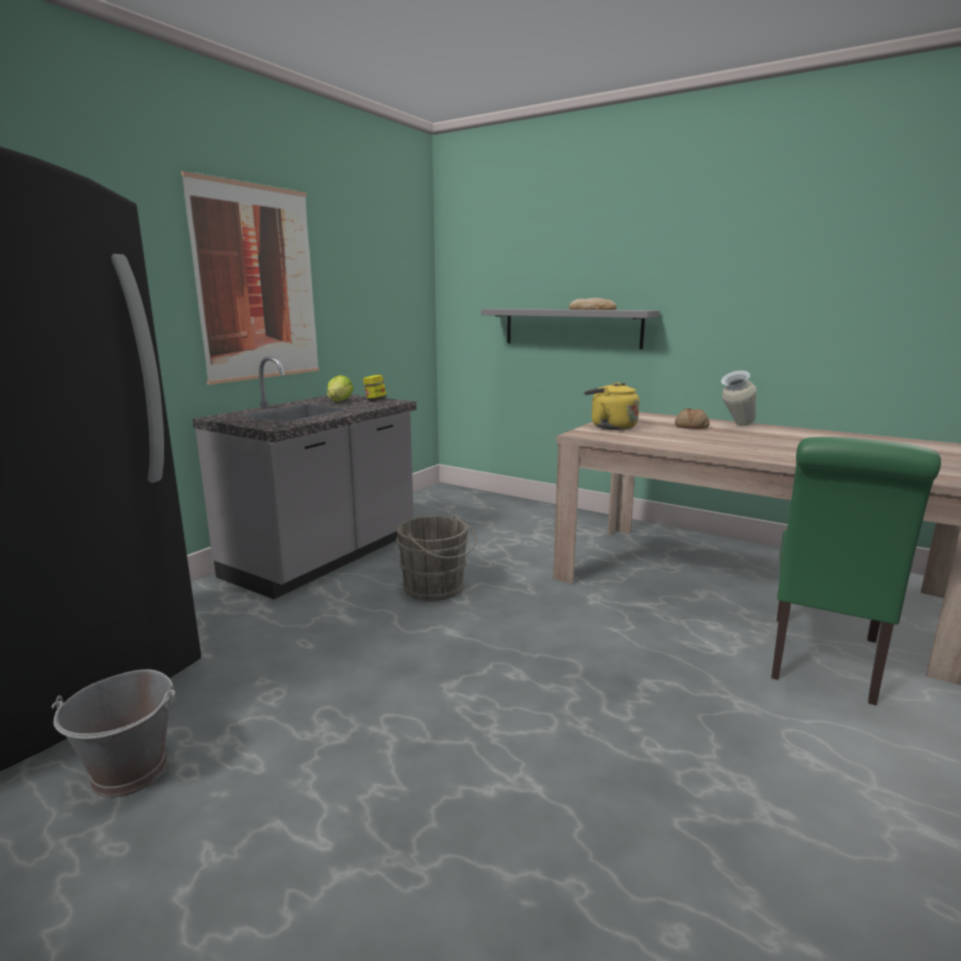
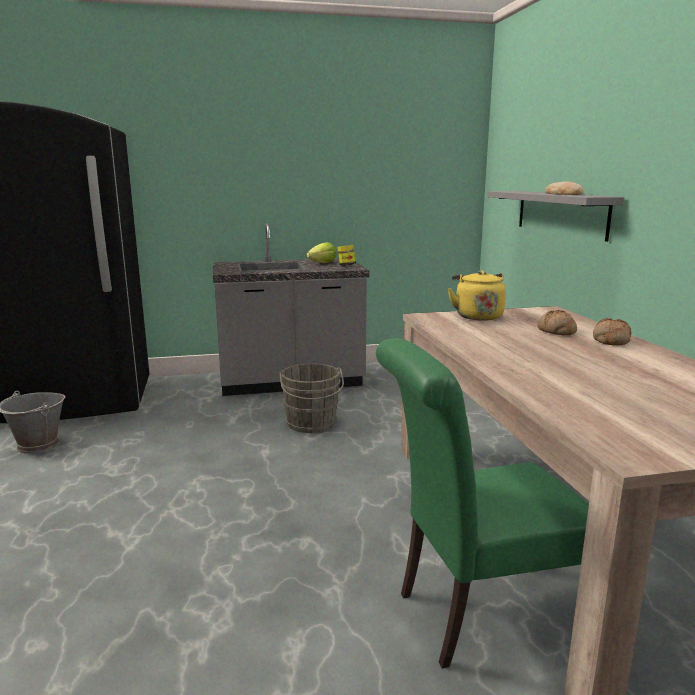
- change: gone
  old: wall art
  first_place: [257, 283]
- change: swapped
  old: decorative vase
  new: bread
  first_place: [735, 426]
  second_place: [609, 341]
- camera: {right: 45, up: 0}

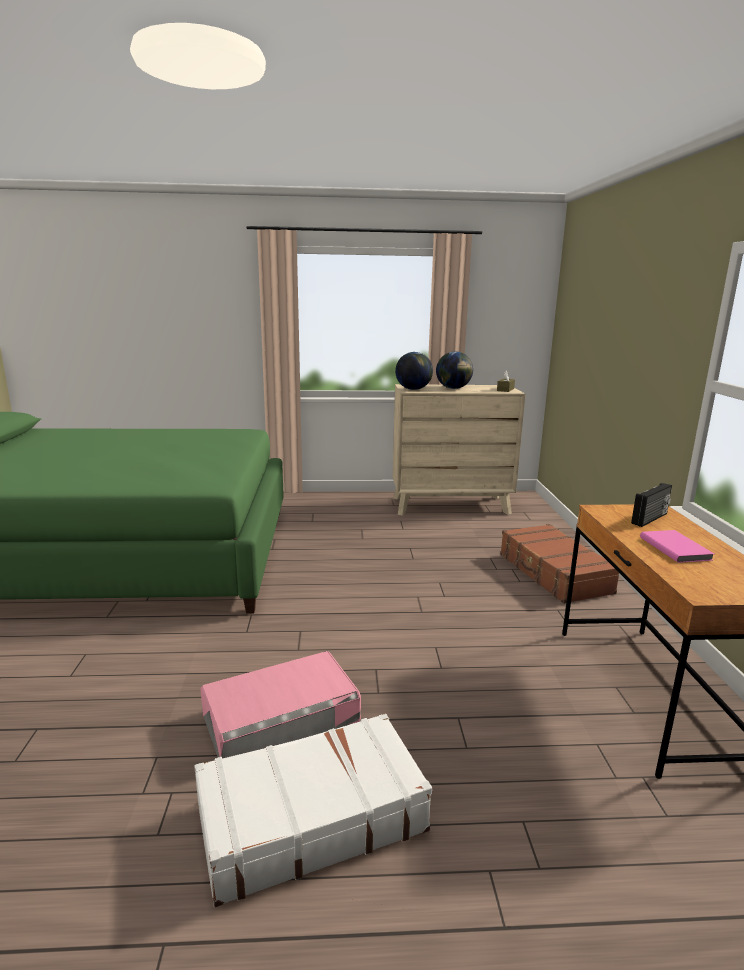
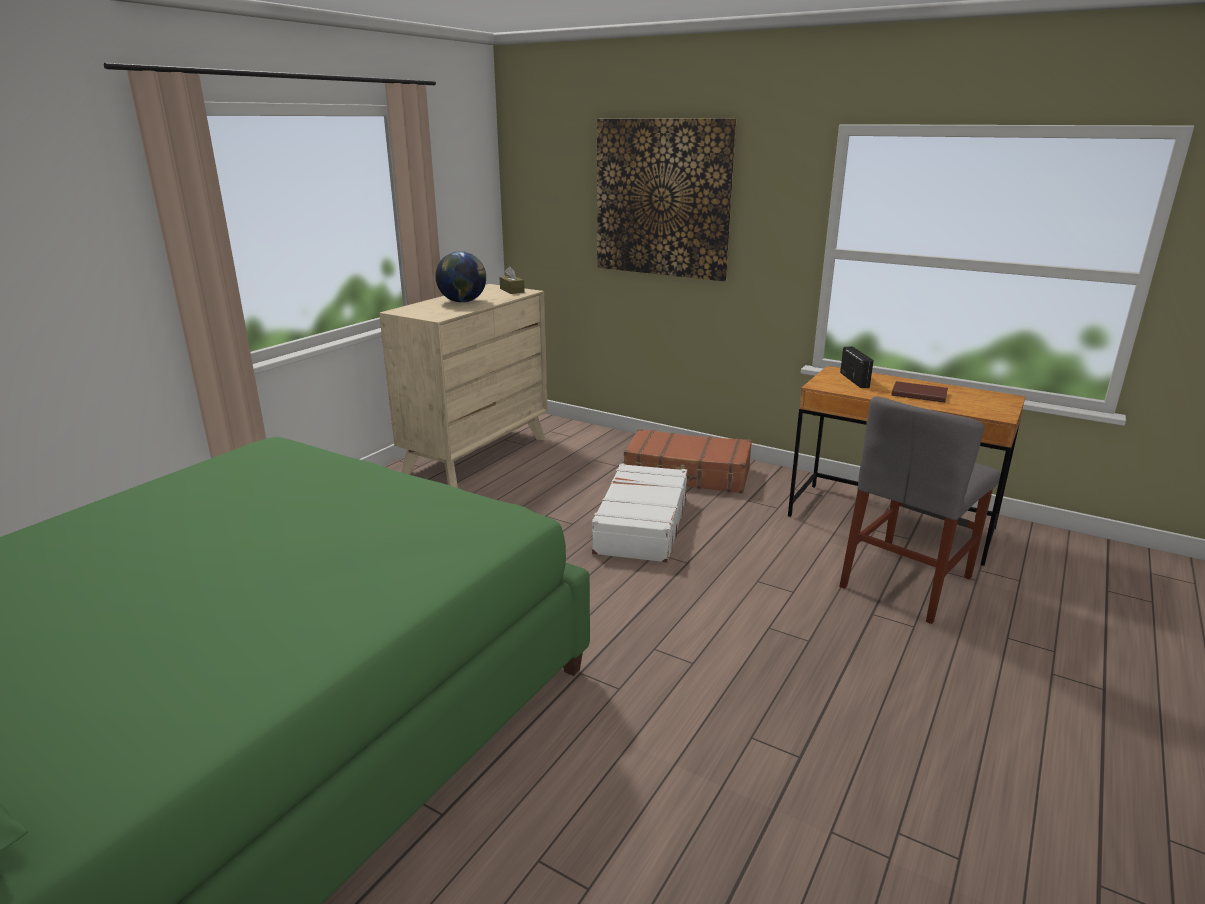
- change: shifted
  old: whitish suitcase
  first_place: [310, 818]
  second_place: [640, 525]
- change: gone
  old: pinkish storage box
  first_place: [281, 719]
- change: gone
  old: desk globe
  first_place: [413, 389]
- change: repainted
  old: pinkish volume
  new: brown-coloured volume
  first_place: [675, 548]
  second_place: [918, 394]
- change: new
  new: wall art
  second_place: [662, 198]
- change: new
  new: gray plain chair
  second_place: [906, 582]
- camera: {right: -55, up: 5}

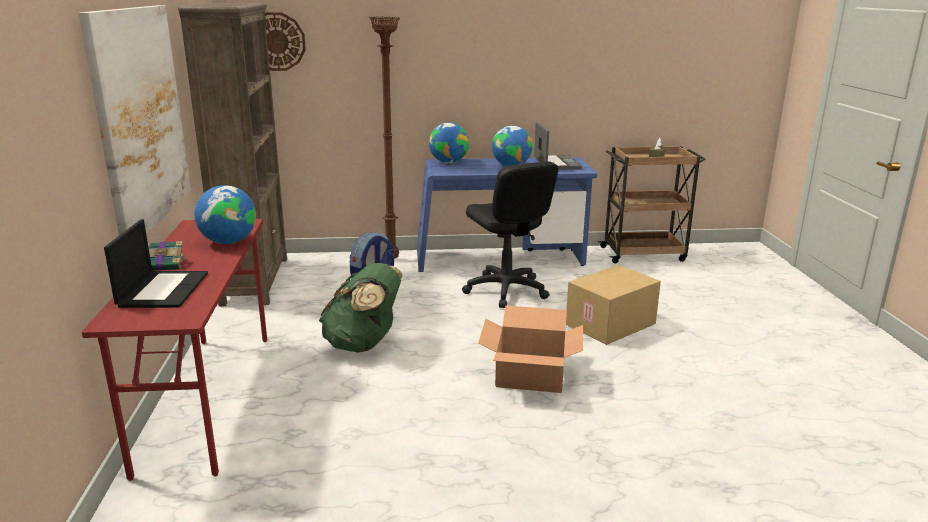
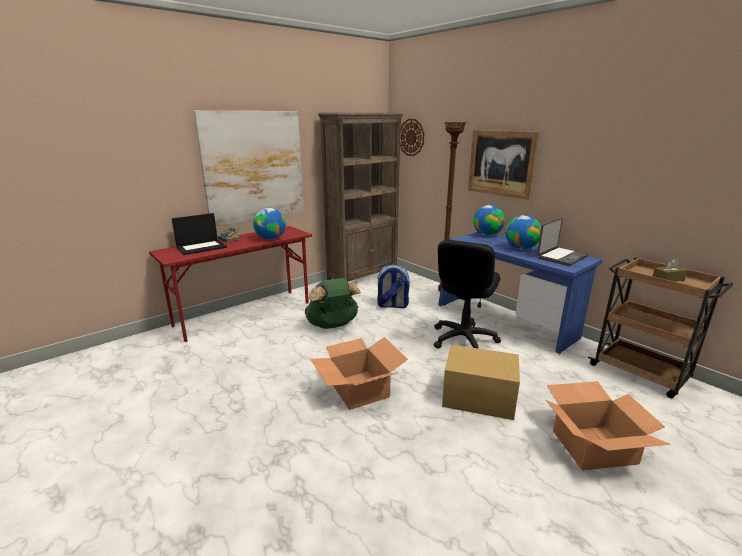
- change: new
  new: wall art
  second_place: [501, 163]
- change: new
  new: packing box
  second_place: [593, 446]
- camera: {right: 55, up: 0}

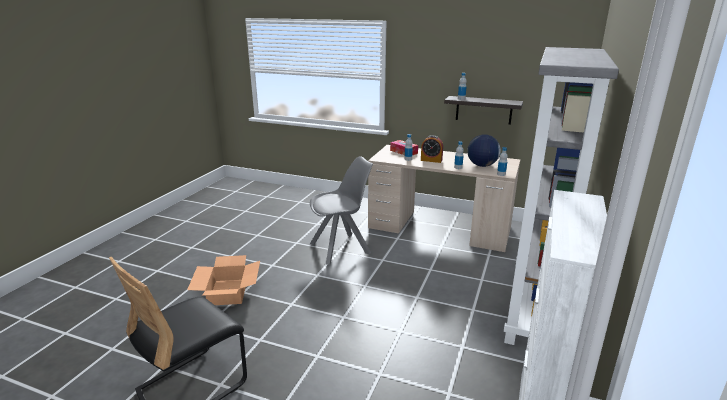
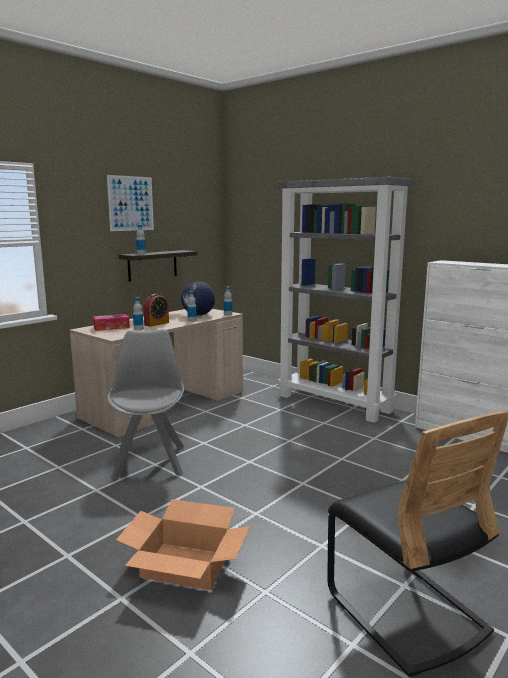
- change: new
  new: wall art
  second_place: [131, 203]
- camera: {right: -70, up: -10}

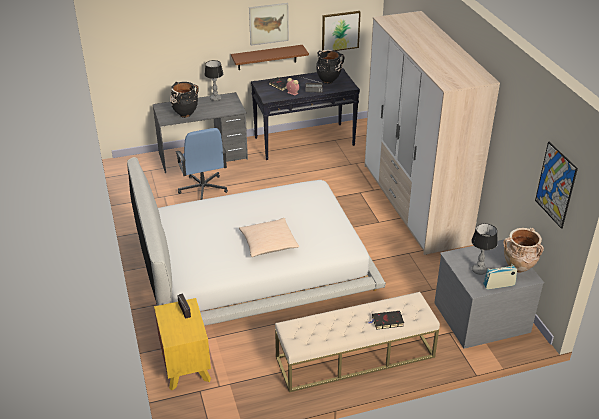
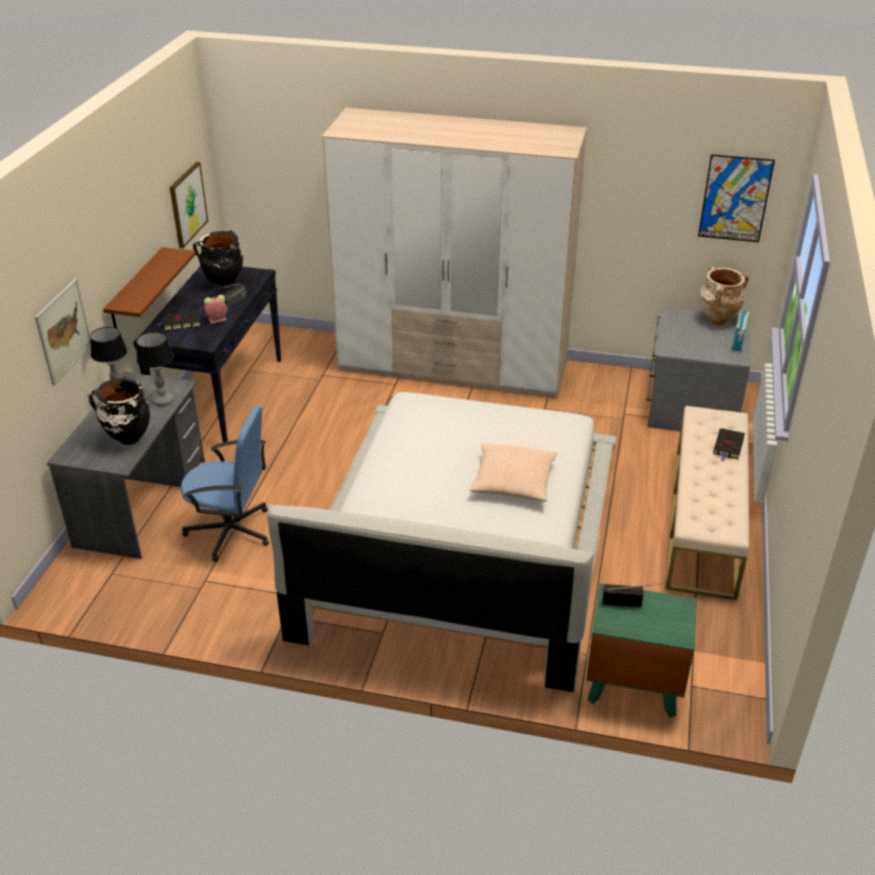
- change: repainted
  old: yellow-coloured bedside table
  new: greenish bedside table
  first_place: [185, 366]
  second_place: [633, 685]
- change: shifted
  old: wall art
  first_place: [269, 24]
  second_place: [63, 331]
- change: shifted
  old: table lamp
  first_place: [479, 270]
  second_place: [163, 401]
- camera: {right: -60, up: 0}

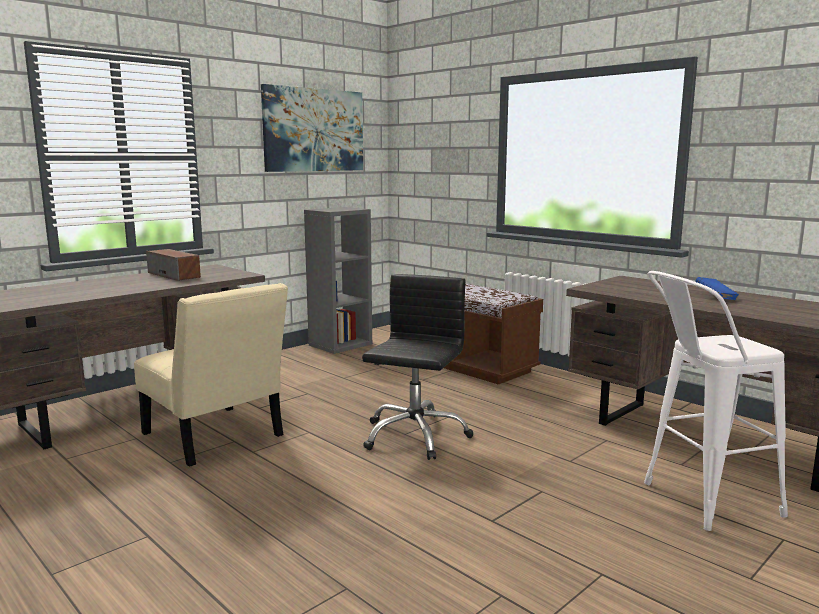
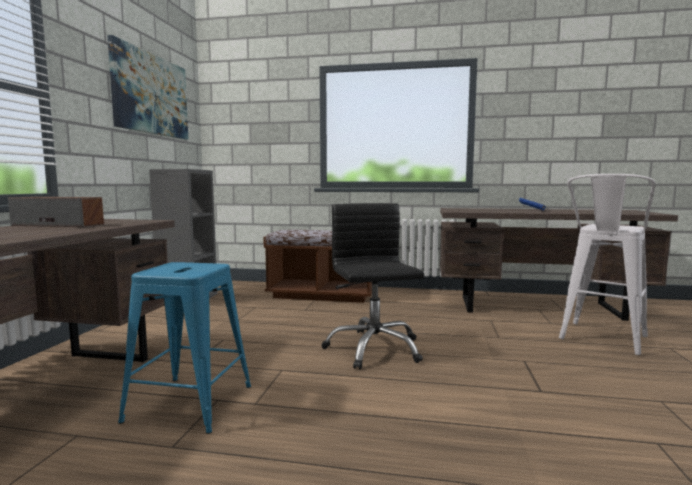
- change: swapped
  old: sand-coloured plain chair
  new: blue stool
  first_place: [216, 438]
  second_place: [189, 403]
- camera: {right: -35, up: -5}

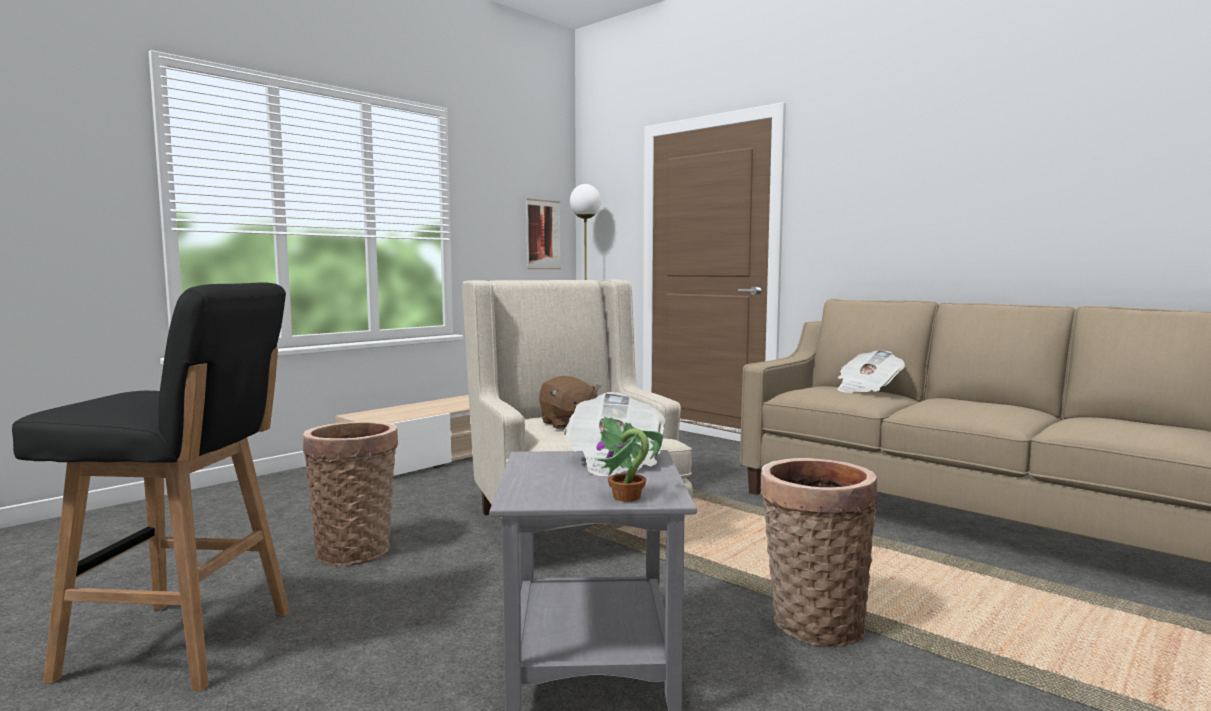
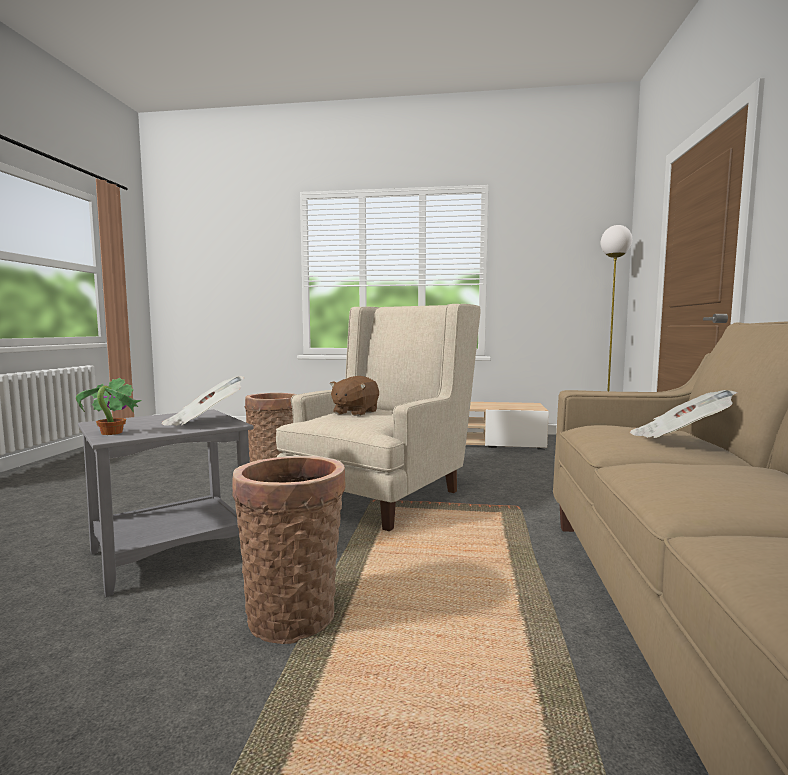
- change: gone
  old: black stool
  first_place: [183, 644]
- change: gone
  old: wall art
  first_place: [543, 234]
- camera: {right: 55, up: 0}

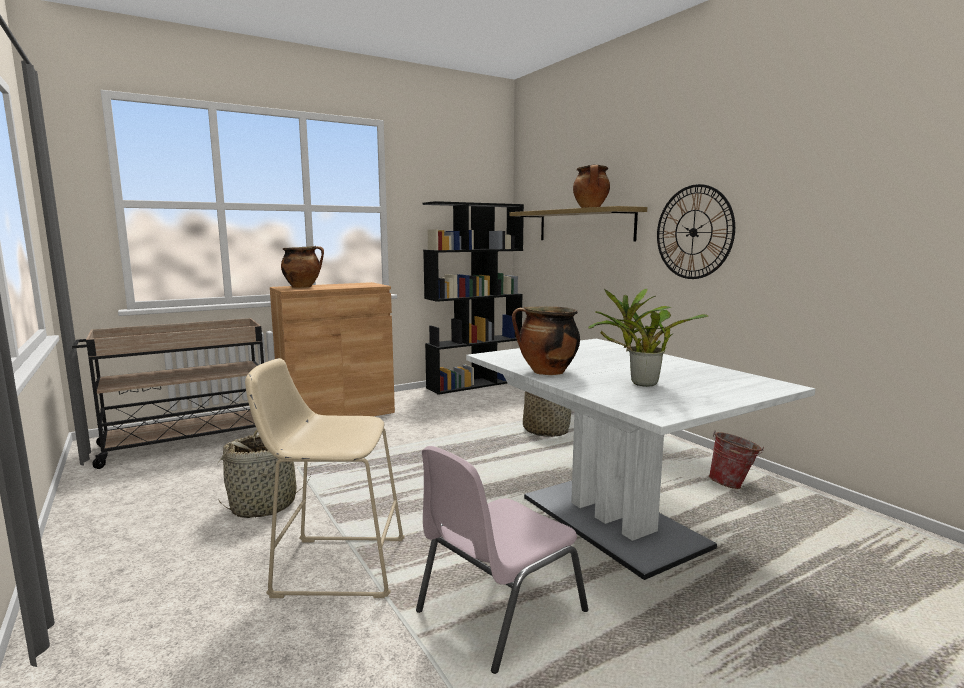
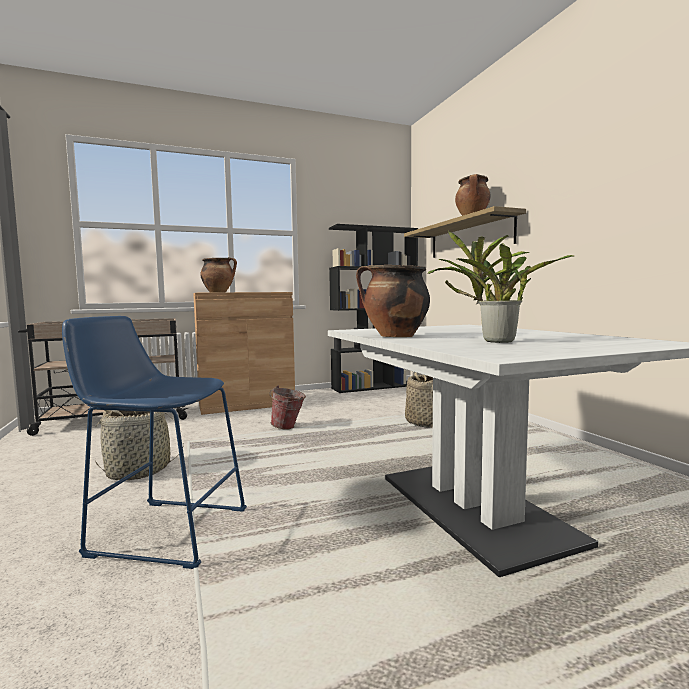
- change: repainted
  old: sand-coloured stool
  new: blue stool
  first_place: [333, 566]
  second_place: [163, 531]
- change: gone
  old: pinkish plain chair
  first_place: [497, 611]
- change: gone
  old: wall clock
  first_place: [693, 232]
- change: shifted
  old: water bucket
  first_place: [733, 485]
  second_place: [288, 428]
- camera: {right: 10, up: -5}

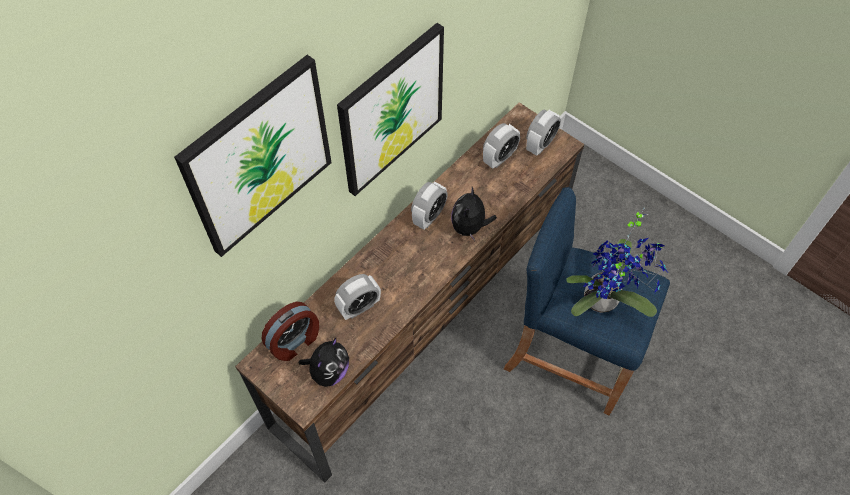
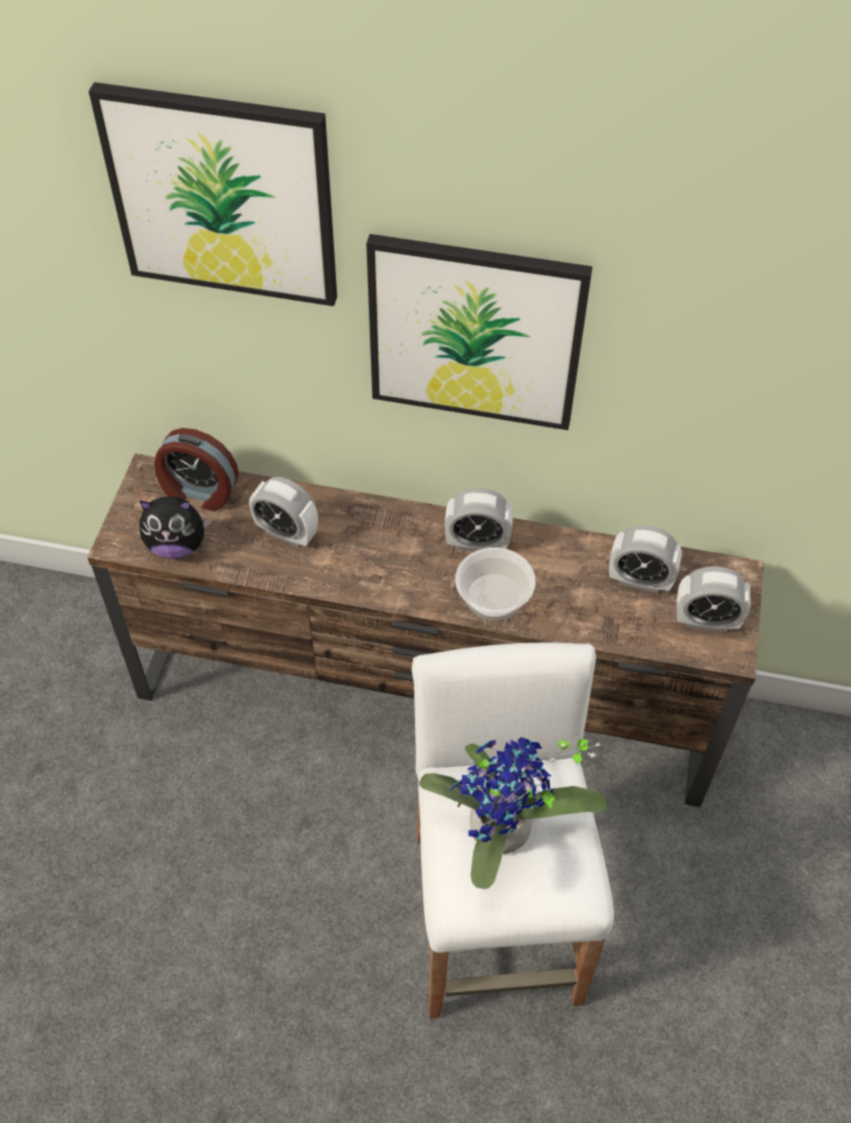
- change: swapped
  old: cuddly toy
  new: serving bowl
  first_place: [470, 227]
  second_place: [493, 597]
- change: repainted
  old: blue stool
  new: whitish stool
  first_place: [570, 355]
  second_place: [496, 916]
- camera: {right: 60, up: -5}

